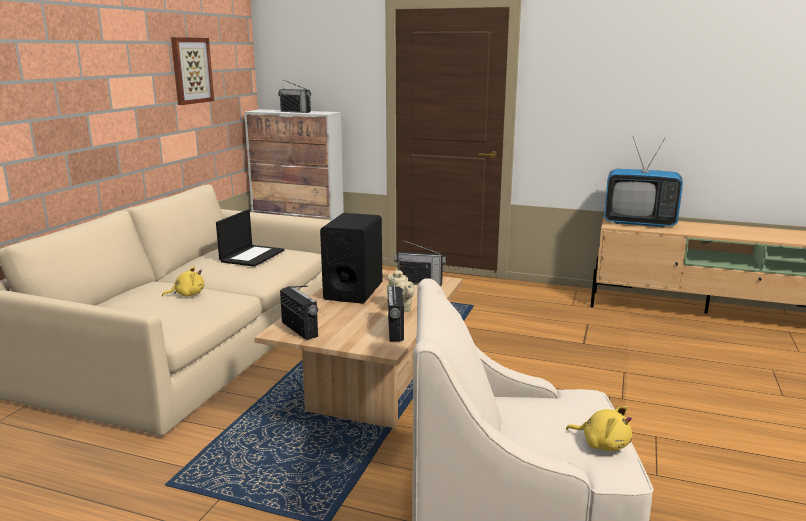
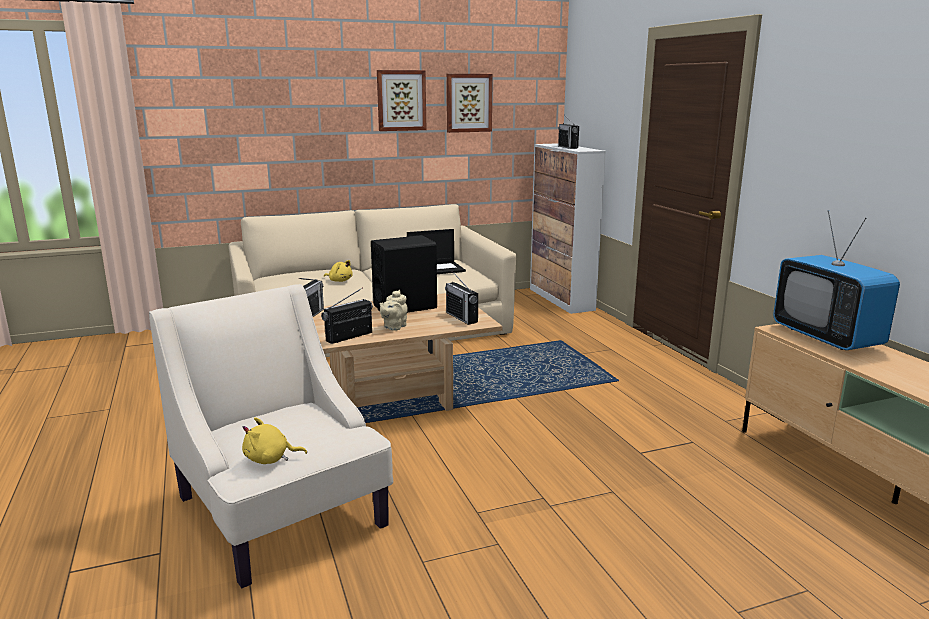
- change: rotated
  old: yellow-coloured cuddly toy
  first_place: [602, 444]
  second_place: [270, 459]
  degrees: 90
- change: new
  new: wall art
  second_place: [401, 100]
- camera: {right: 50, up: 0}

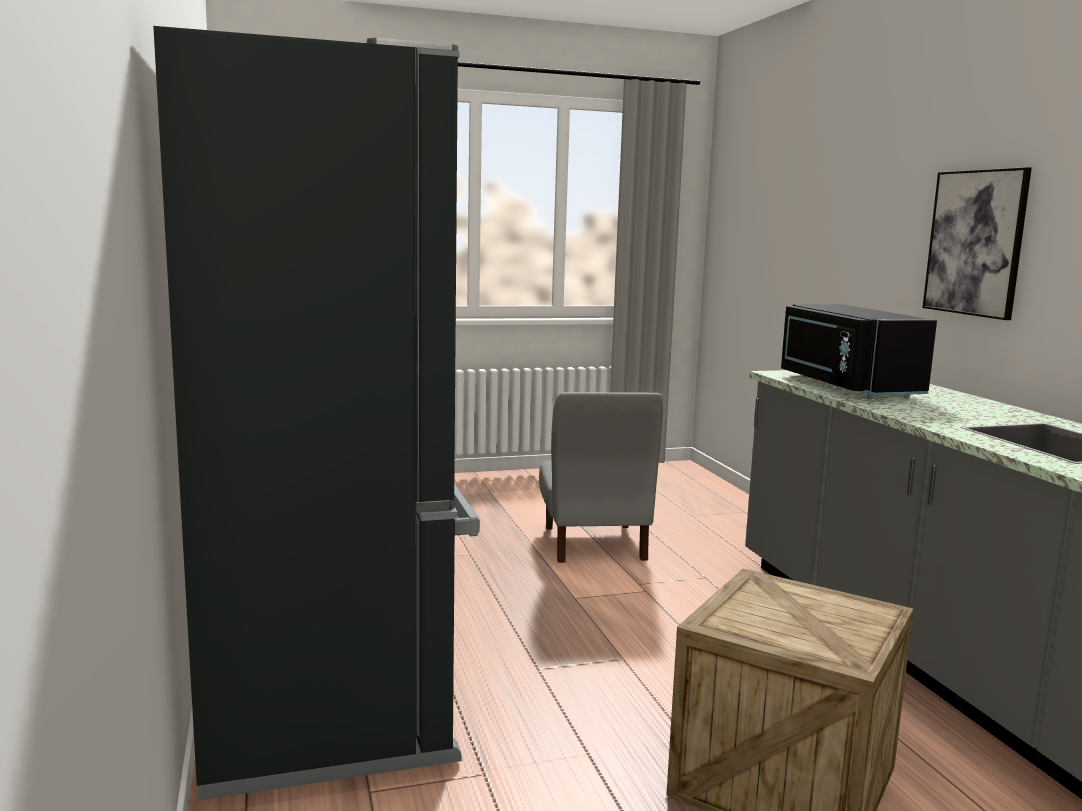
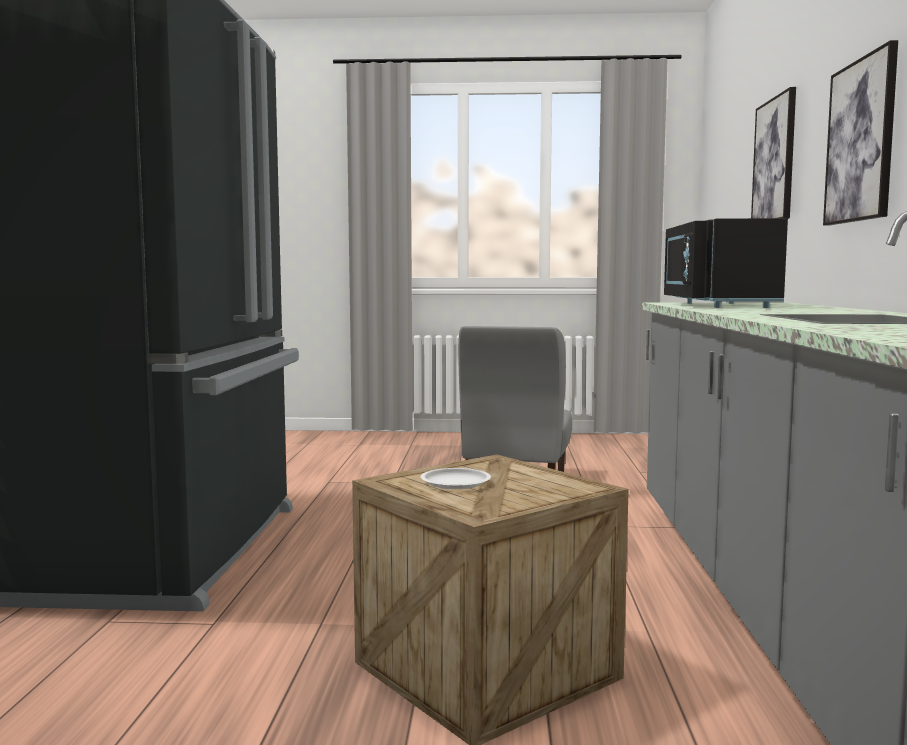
- change: new
  new: whitish dinner plate
  second_place: [456, 483]
- change: new
  new: wall art
  second_place: [774, 160]
- camera: {right: 20, up: -5}

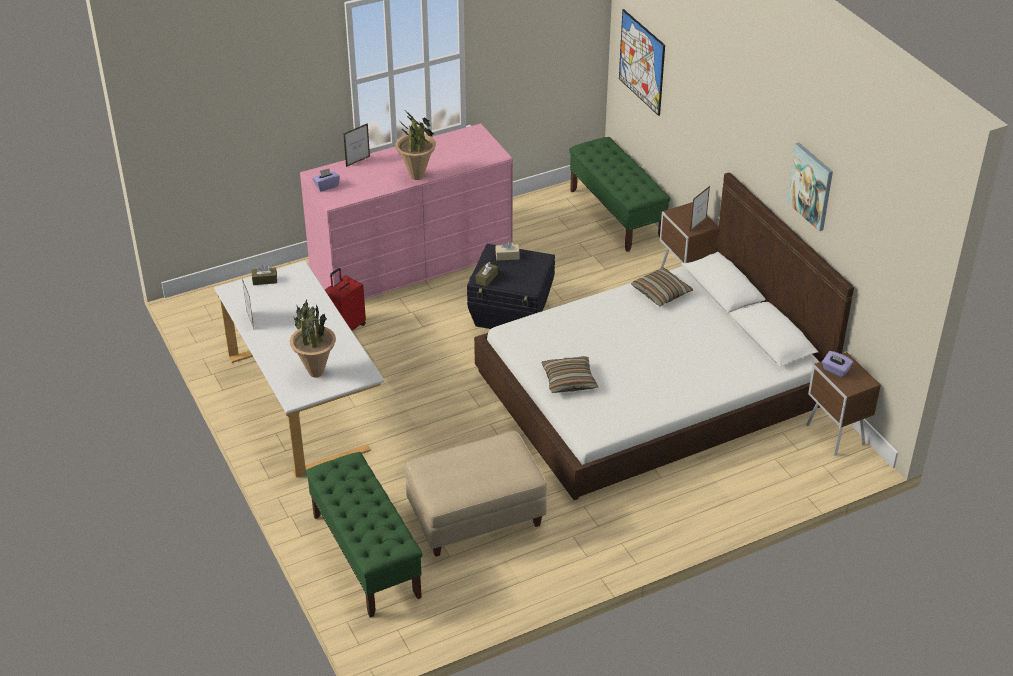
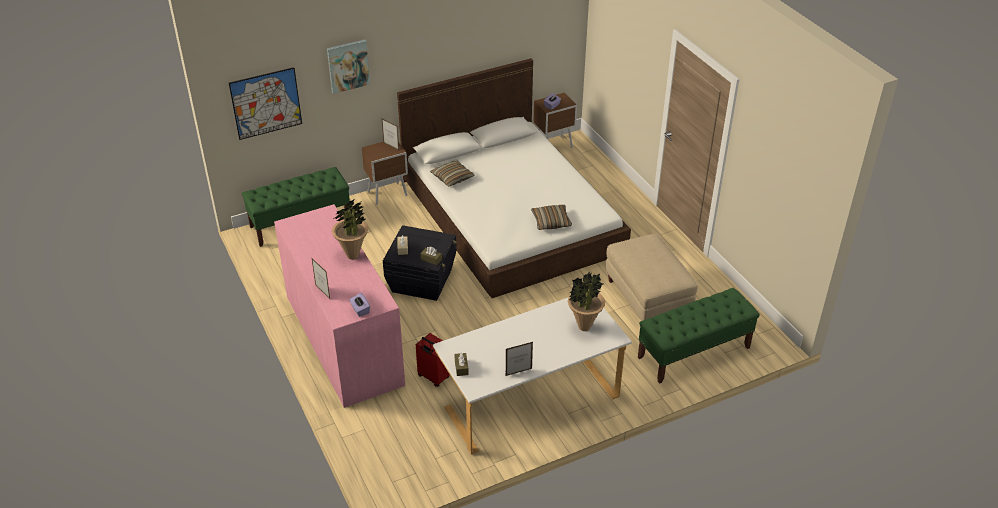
- change: shifted
  old: wall art
  first_place: [811, 186]
  second_place: [348, 66]
- camera: {right: -90, up: 0}

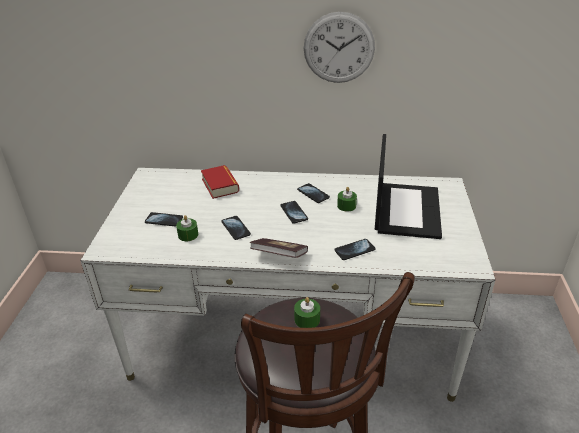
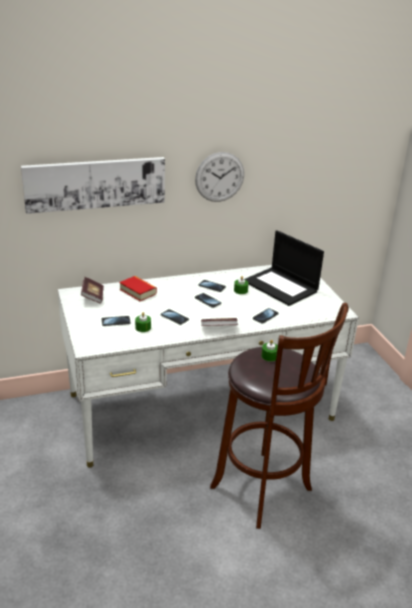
- change: rotated
  old: laptop
  first_place: [406, 209]
  second_place: [281, 286]
  degrees: 150
- change: new
  new: wall art
  second_place: [95, 183]
- change: new
  new: volume
  second_place: [93, 297]
- camera: {right: -25, up: -5}

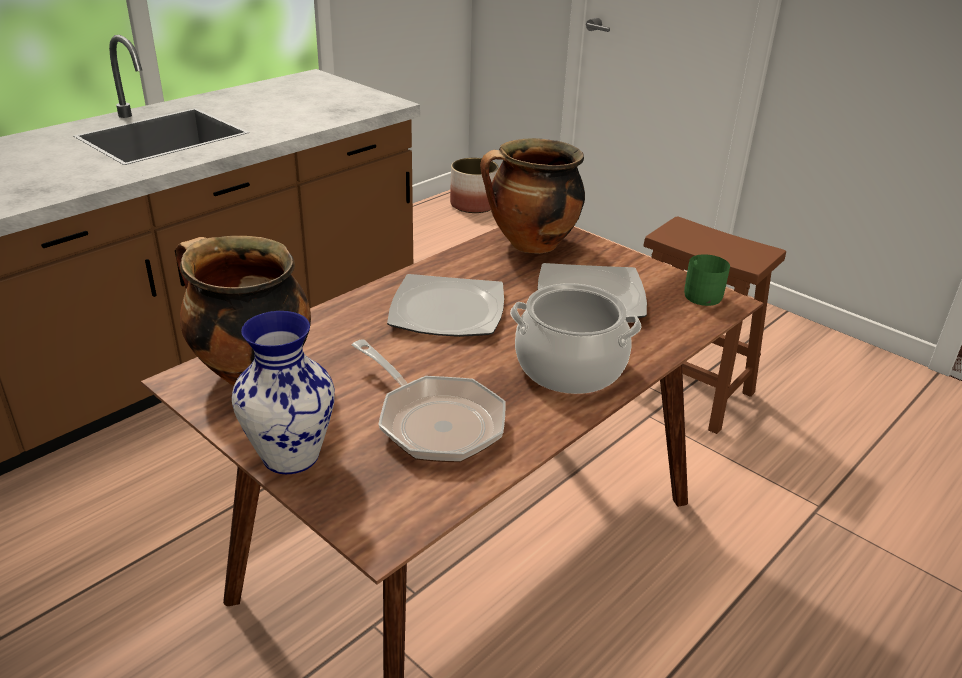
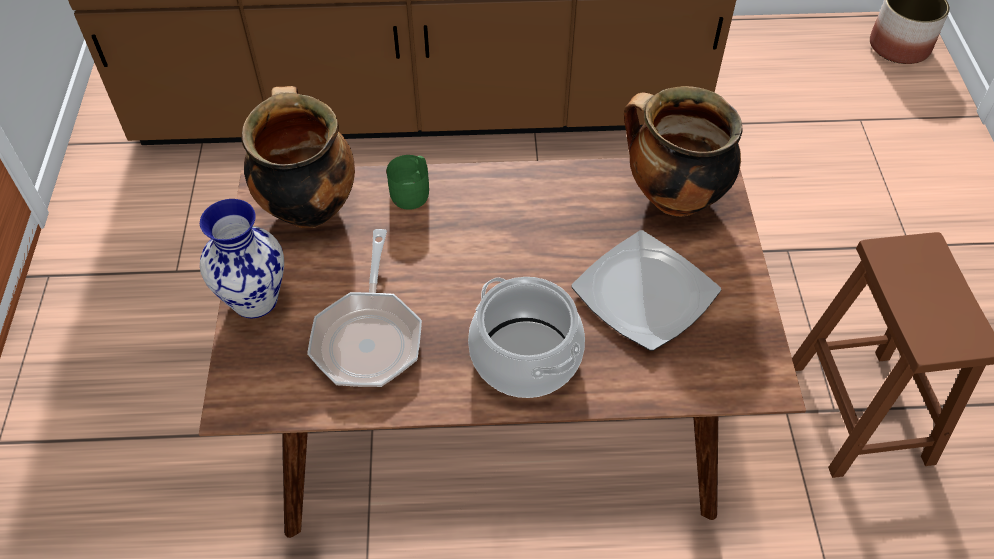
- change: gone
  old: dinner plate
  first_place: [446, 310]
- change: shifted
  old: greenish tea mug
  first_place: [700, 293]
  second_place: [413, 192]
- camera: {right: 45, up: 20}

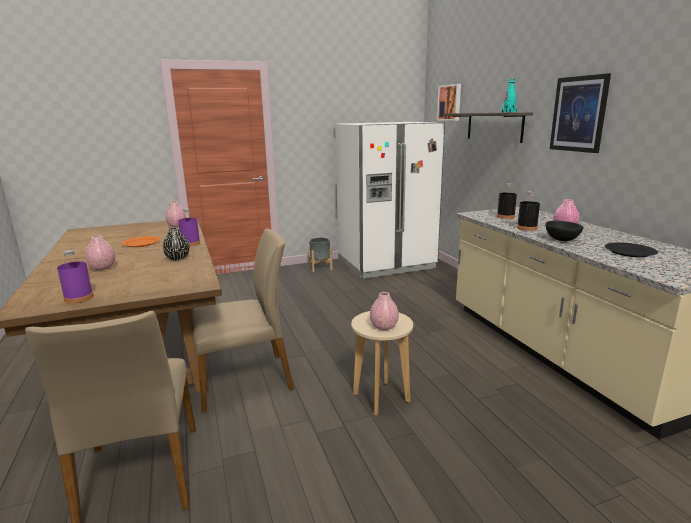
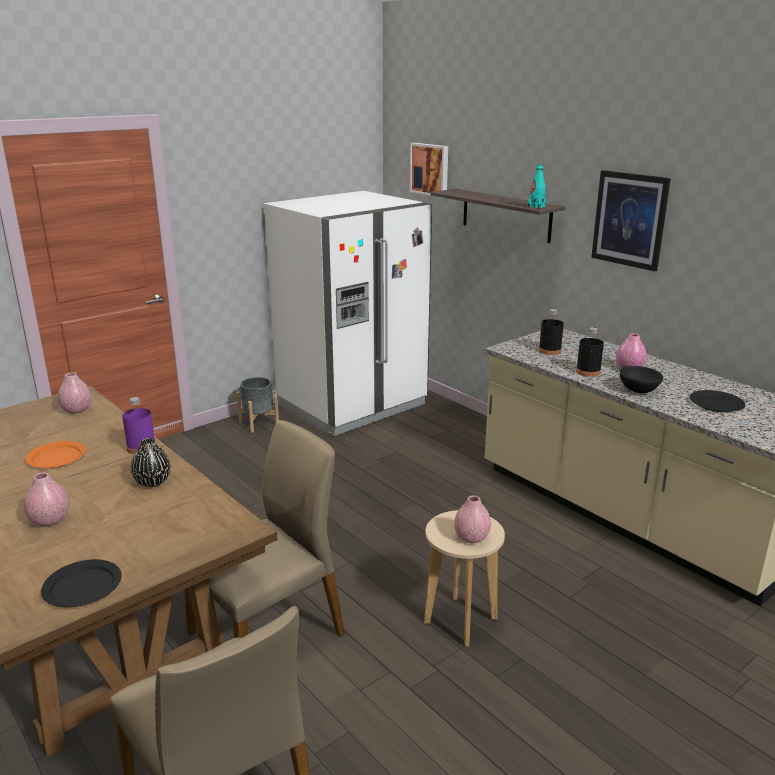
- change: swapped
  old: purple-coloured beverage bottle
  new: black dinner plate
  first_place: [79, 298]
  second_place: [82, 586]
- camera: {right: -20, up: 5}

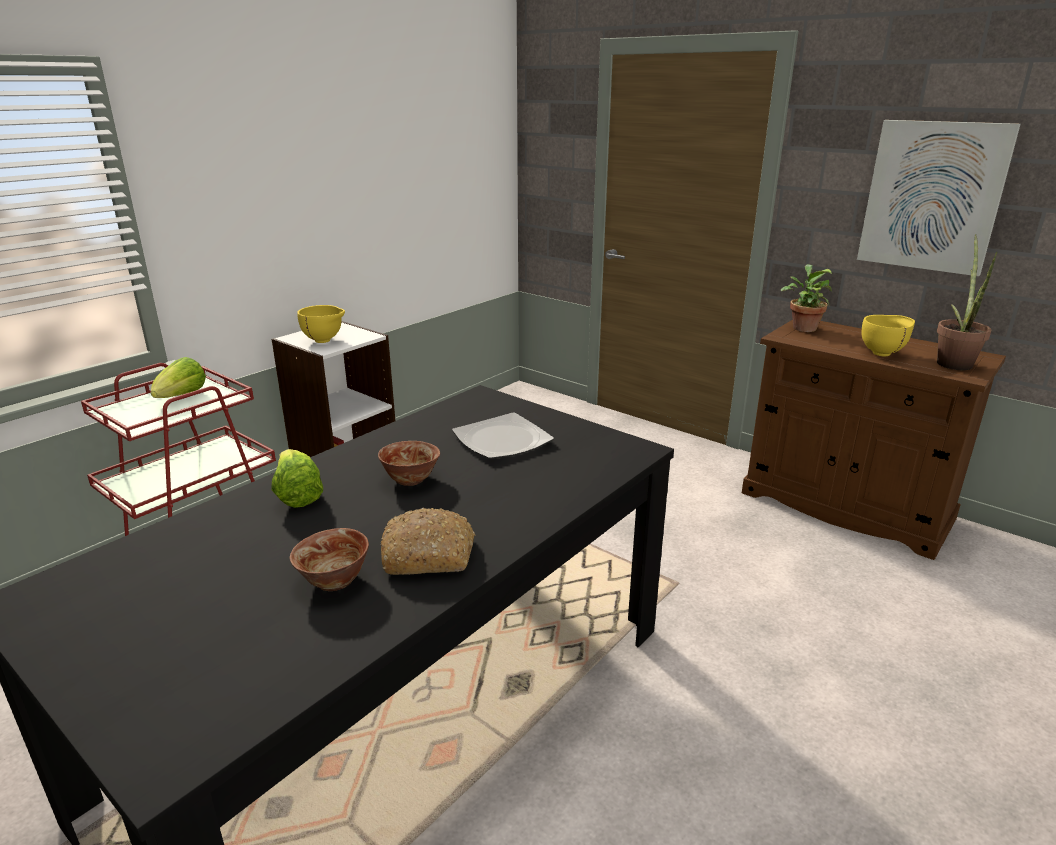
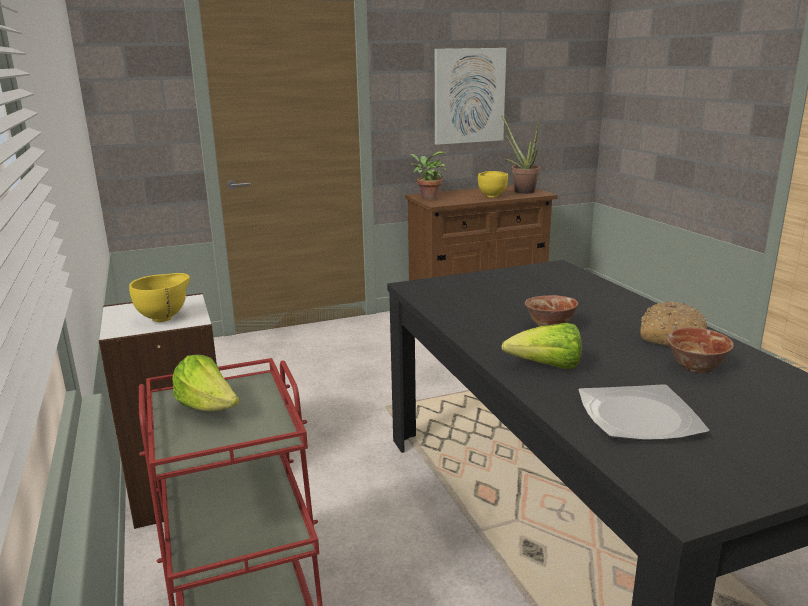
- change: shifted
  old: dinner plate
  first_place: [501, 440]
  second_place: [638, 417]
- camera: {right: -60, up: -5}

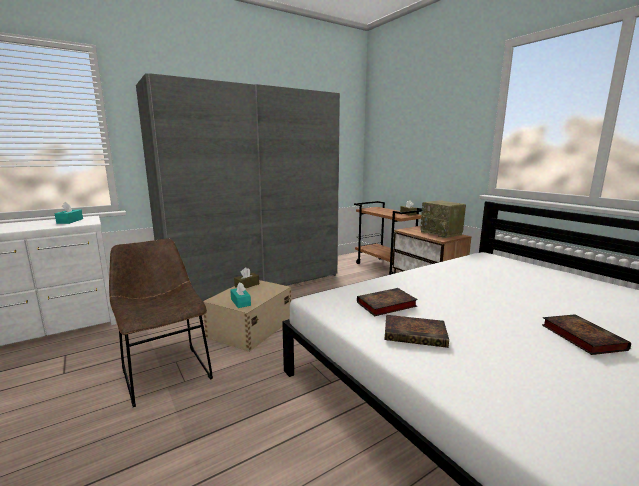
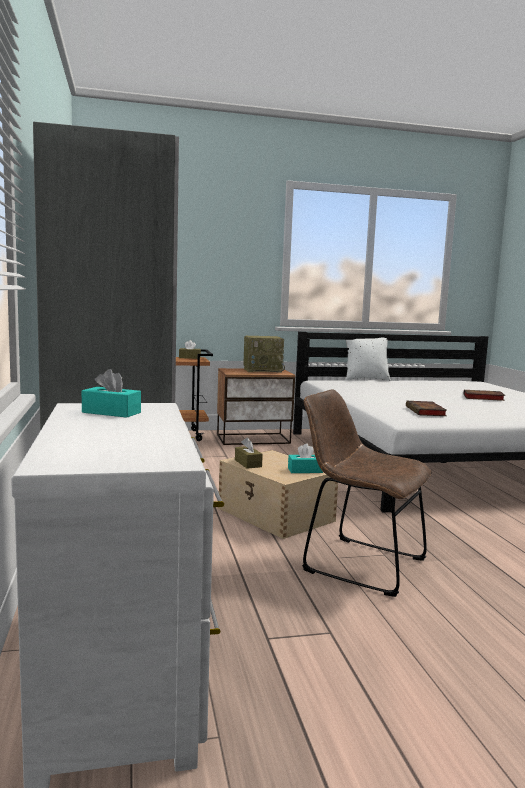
- change: rotated
  old: brown-coloured plain chair
  first_place: [165, 371]
  second_place: [358, 564]
  degrees: 45
- change: gone
  old: volume
  first_place: [416, 334]
- change: new
  new: whitish cushion
  second_place: [365, 379]
- camera: {right: -70, up: -5}

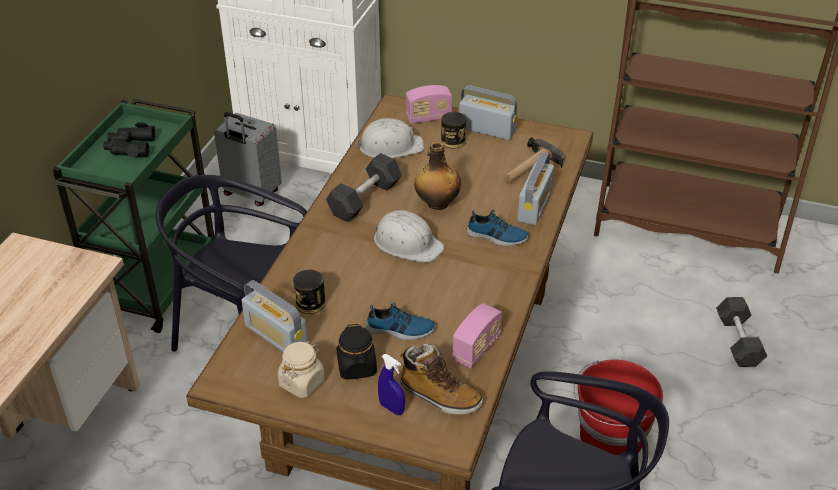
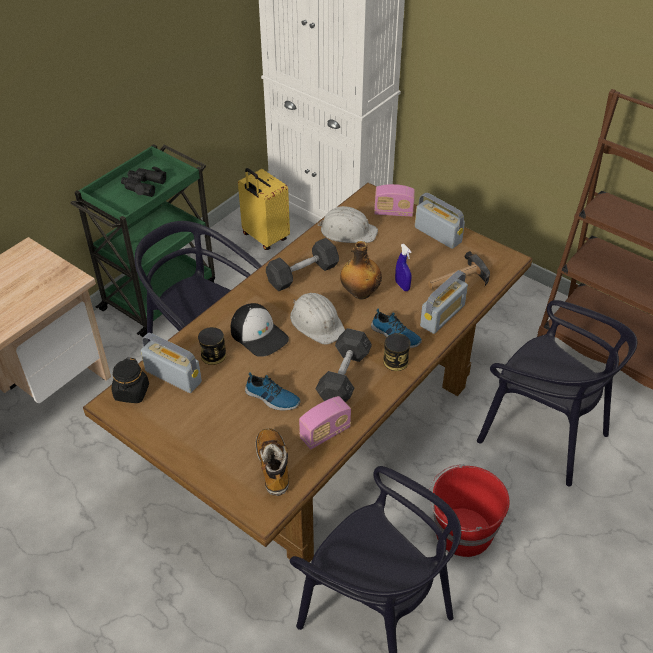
- change: repainted
  old: gray suitcase
  new: yellow-coloured suitcase
  first_place: [251, 194]
  second_place: [264, 238]
- change: rotated
  old: radio receiver
  first_place: [276, 336]
  second_place: [173, 376]
  degrees: 150
- change: gone
  old: sand-coloured storage jar
  first_place: [302, 382]
- change: shifted
  old: black storage jar
  first_place: [357, 367]
  second_place: [131, 392]
- change: shifted
  old: blue spray bottle
  first_place: [391, 408]
  second_place: [402, 286]
- change: rotated
  old: boot
  first_place: [439, 396]
  second_place: [273, 466]
  degrees: -150
- change: shifted
  old: metal can
  first_place: [453, 141]
  second_place: [395, 361]
- change: shifted
  old: gray dumbbell
  first_place: [738, 341]
  second_place: [344, 376]
- change: new
  new: baseball cap
  second_place: [259, 334]
- change: new
  new: black plain chair
  second_place: [543, 434]
- camera: {right: 20, up: 5}

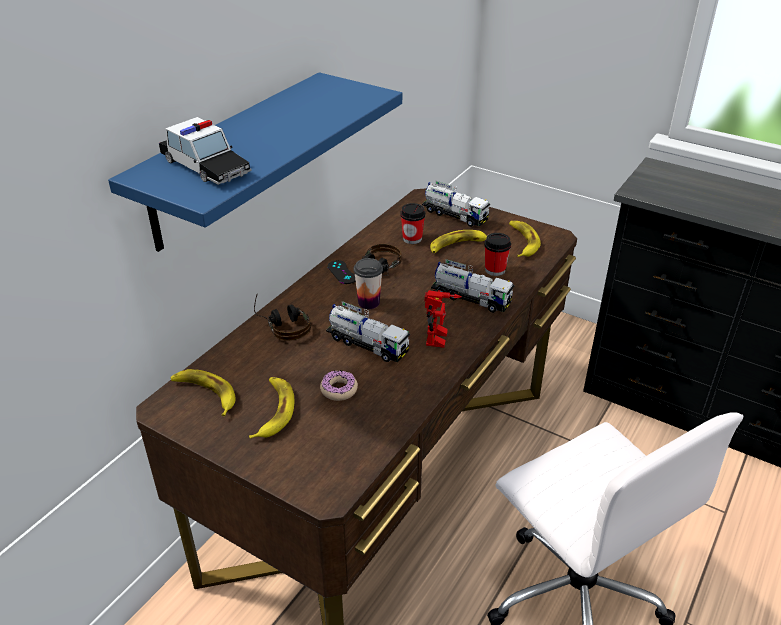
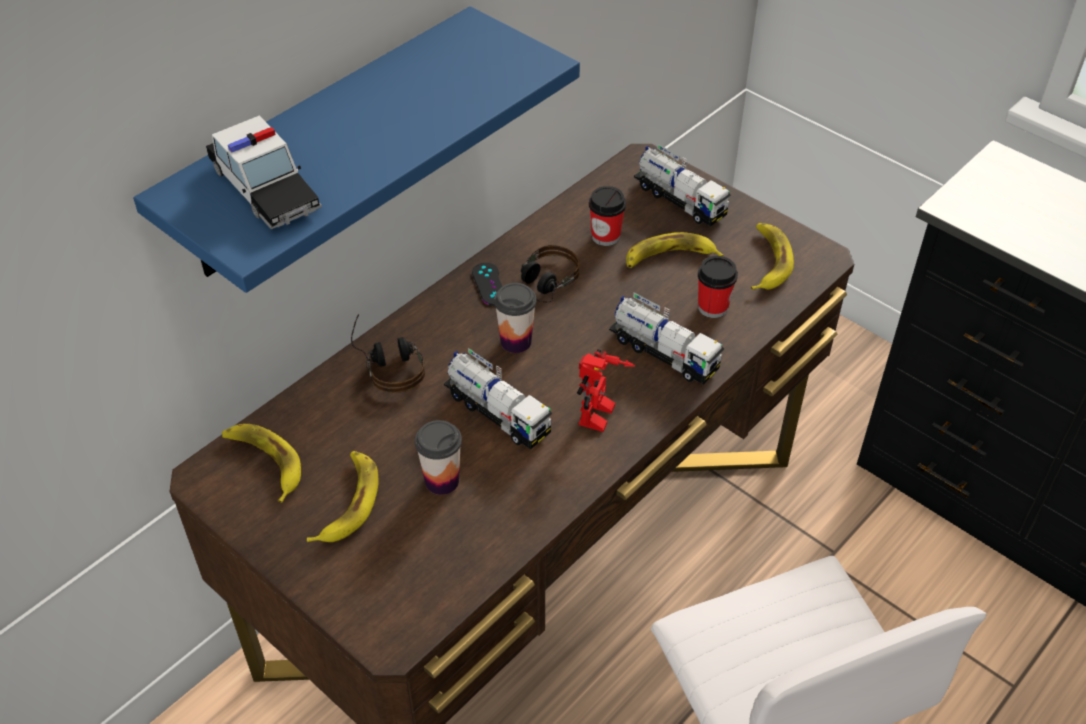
- change: swapped
  old: ring doughnut
  new: cup
  first_place: [339, 390]
  second_place: [442, 481]
- camera: {right: 10, up: 10}

